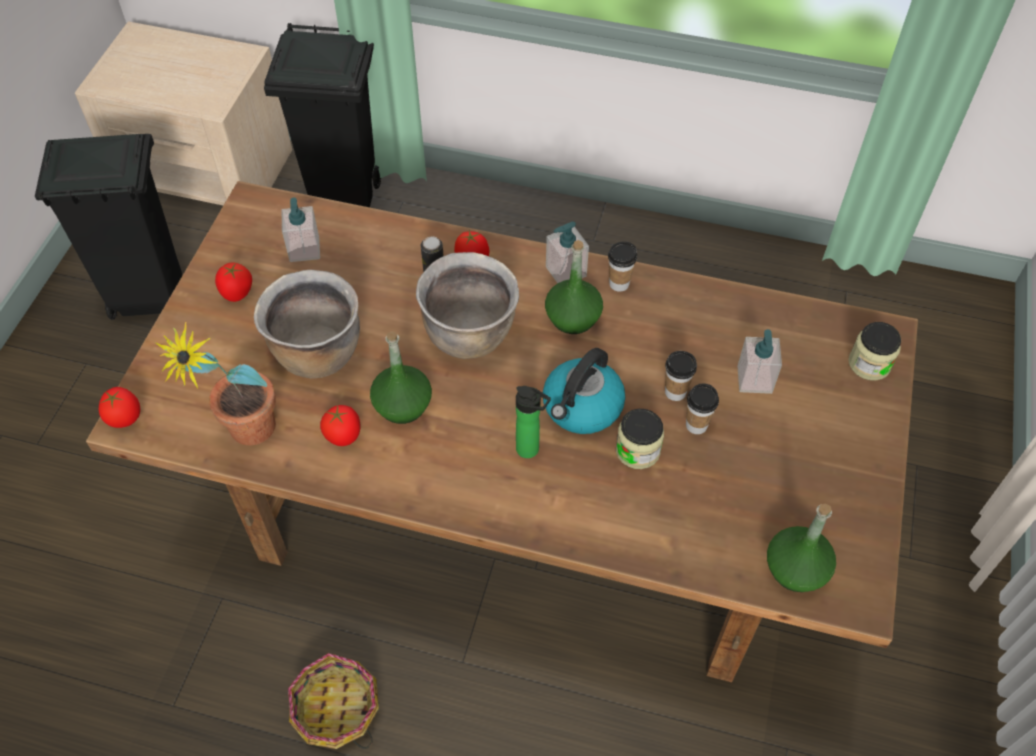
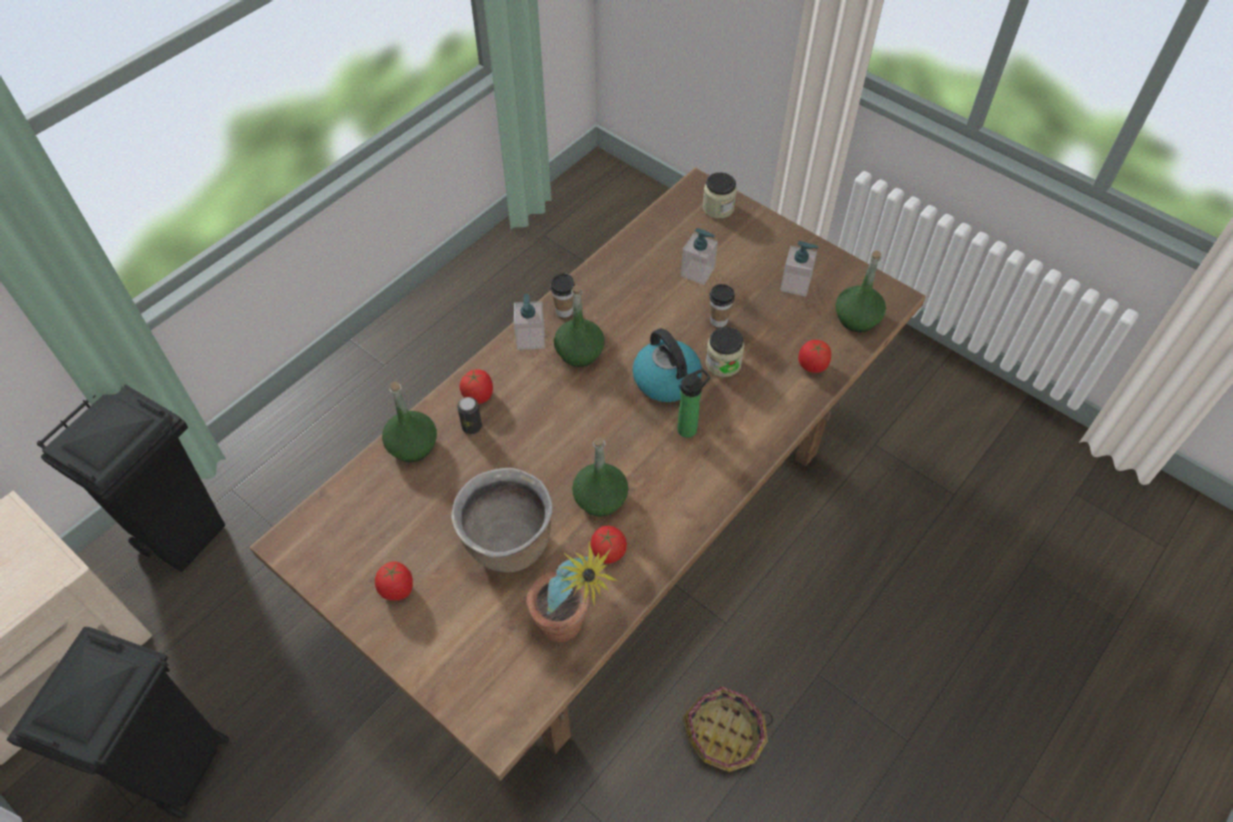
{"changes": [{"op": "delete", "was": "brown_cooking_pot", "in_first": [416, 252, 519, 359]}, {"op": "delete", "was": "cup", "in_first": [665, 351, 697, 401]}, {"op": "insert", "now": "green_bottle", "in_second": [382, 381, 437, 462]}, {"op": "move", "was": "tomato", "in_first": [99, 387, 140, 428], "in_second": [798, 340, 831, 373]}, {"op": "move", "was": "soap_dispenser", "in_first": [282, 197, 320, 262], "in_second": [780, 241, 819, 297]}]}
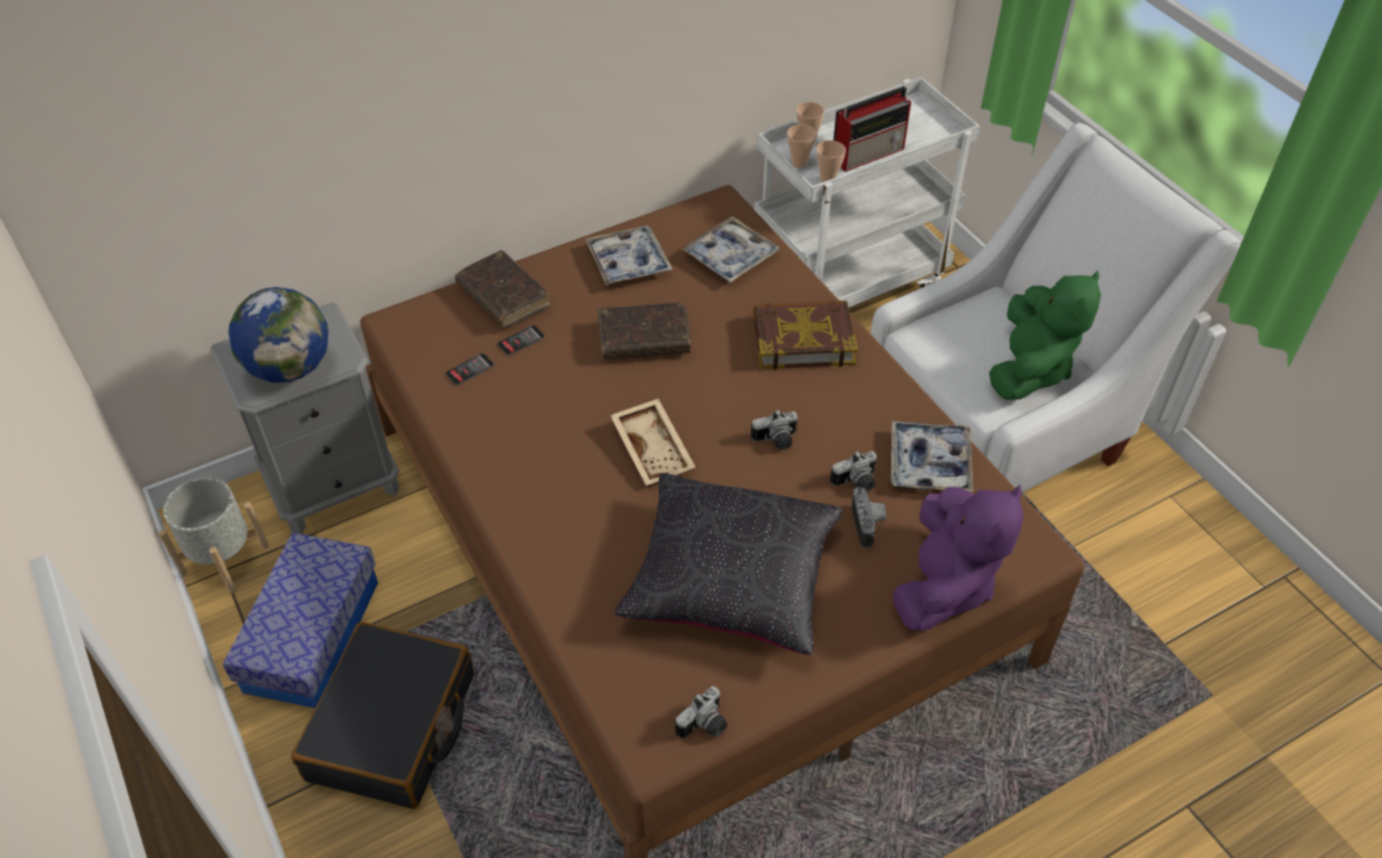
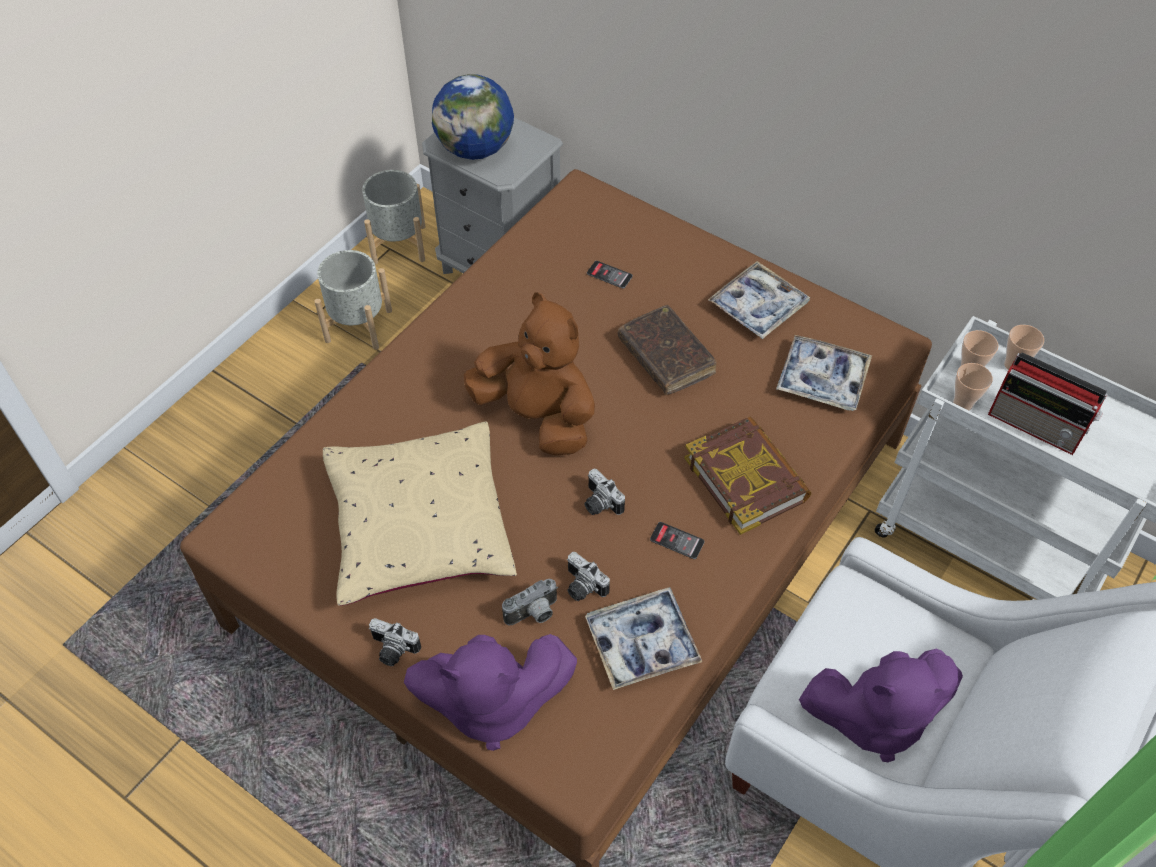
{"changes": [{"op": "delete", "was": "black_suitcase", "in_first": [291, 622, 474, 809]}, {"op": "delete", "was": "brown_book", "in_first": [455, 250, 551, 328]}, {"op": "move", "was": "phone", "in_first": [445, 353, 494, 386], "in_second": [650, 522, 705, 559]}, {"op": "move", "was": "photo_camera", "in_first": [675, 686, 727, 739], "in_second": [369, 618, 421, 666]}, {"op": "replace", "was": "storage_box", "now": "grey_planter", "in_first": [223, 533, 378, 708], "in_second": [314, 250, 392, 350]}, {"op": "replace", "was": "beige_tray", "now": "brown_plush_toy", "in_first": [610, 398, 695, 486], "in_second": [464, 292, 595, 456]}, {"op": "recolor", "was": "black_pillow", "now": "beige_pillow", "in_first": [614, 473, 843, 655], "in_second": [323, 422, 517, 606]}, {"op": "recolor", "was": "green_plush_toy", "now": "purple_plush_toy", "in_first": [989, 270, 1101, 400], "in_second": [799, 649, 963, 762]}]}
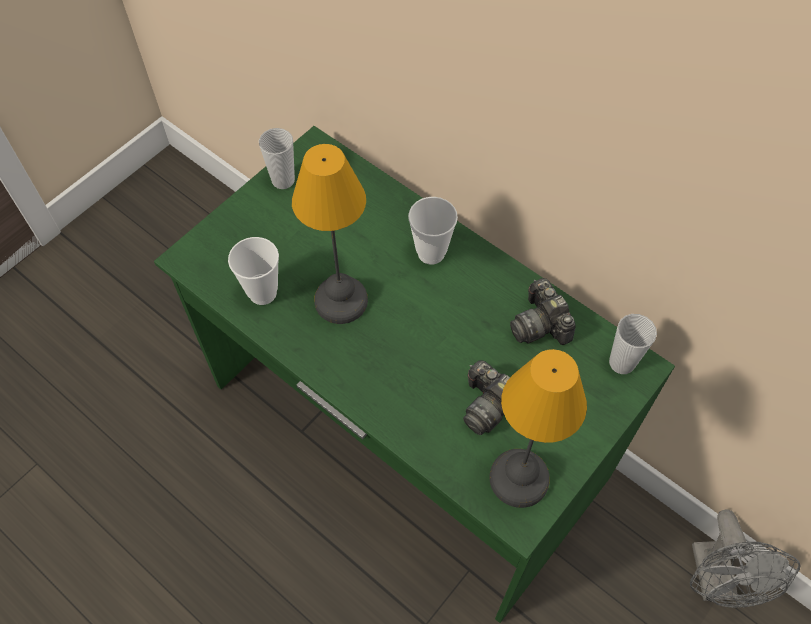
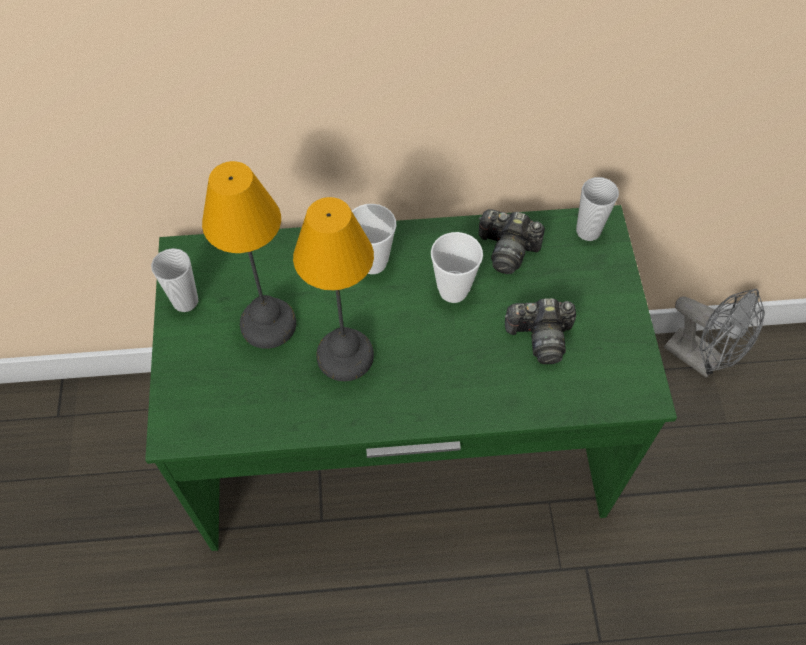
{"changes": [{"op": "move", "was": "cup", "in_first": [228, 237, 279, 305], "in_second": [431, 232, 483, 303]}, {"op": "move", "was": "table_lamp", "in_first": [489, 349, 587, 508], "in_second": [202, 161, 296, 349]}]}
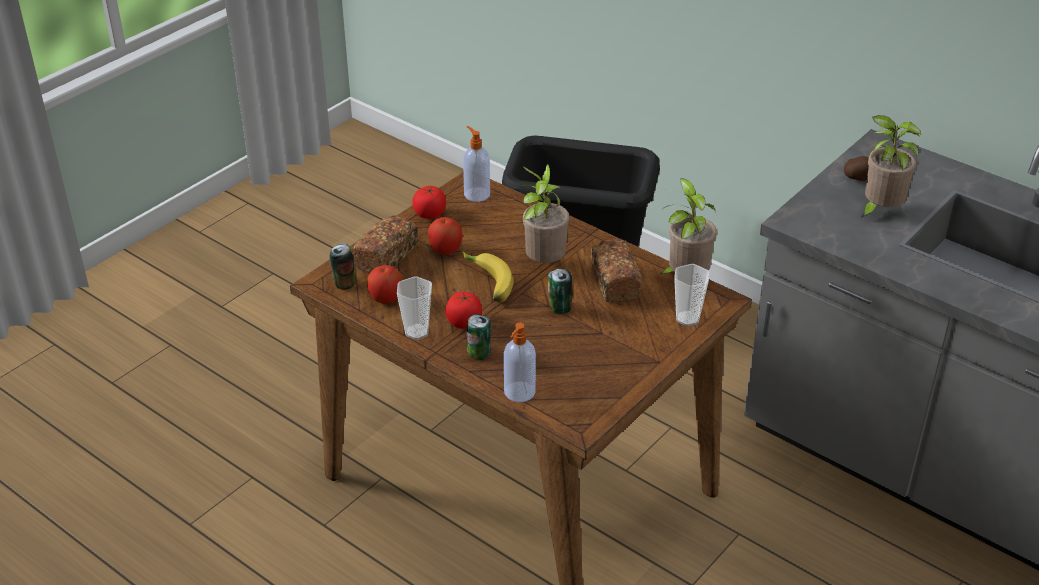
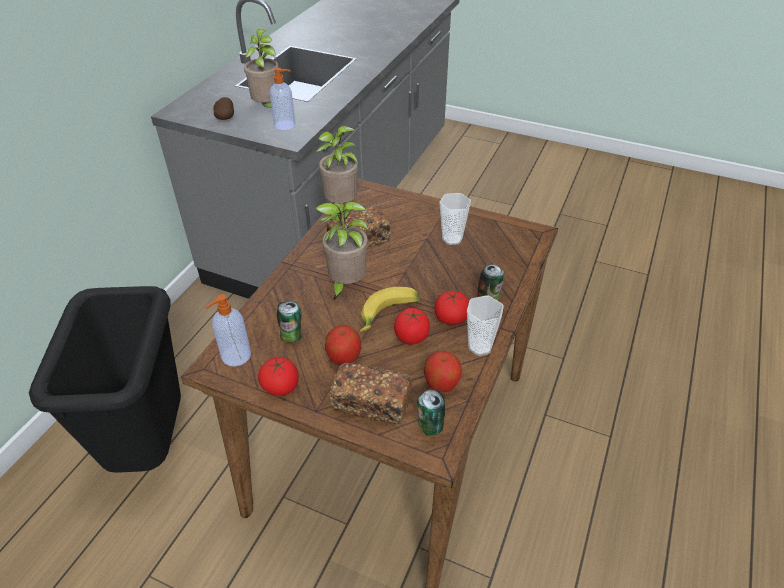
{"changes": [{"op": "insert", "now": "tomato", "in_second": [394, 308, 430, 345]}, {"op": "move", "was": "soap_dispenser", "in_first": [504, 323, 536, 402], "in_second": [270, 68, 295, 130]}, {"op": "move", "was": "can", "in_first": [548, 269, 573, 314], "in_second": [277, 301, 302, 343]}, {"op": "move", "was": "cup", "in_first": [674, 264, 709, 326], "in_second": [439, 193, 471, 245]}]}
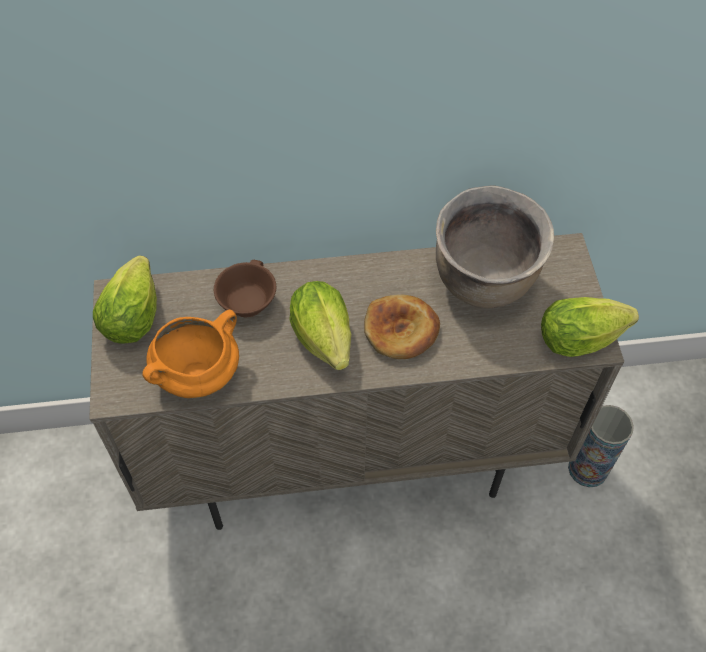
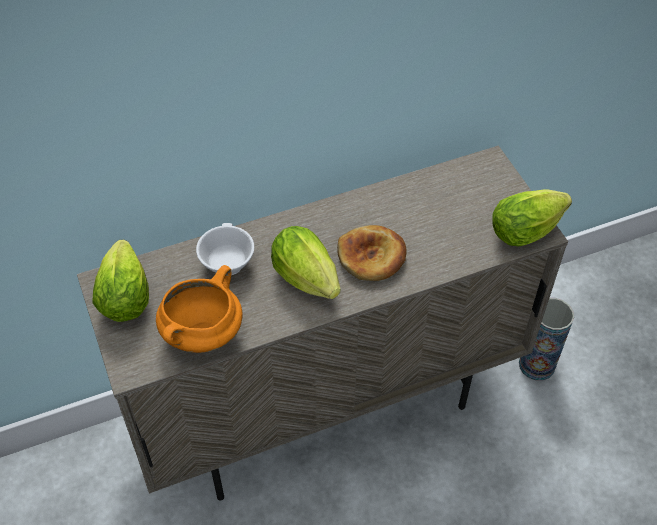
{"changes": [{"op": "delete", "was": "brown_cooking_pot", "in_first": [436, 186, 554, 309]}, {"op": "recolor", "was": "brown_cup", "now": "white_cup", "in_first": [214, 260, 276, 318], "in_second": [196, 223, 254, 275]}]}
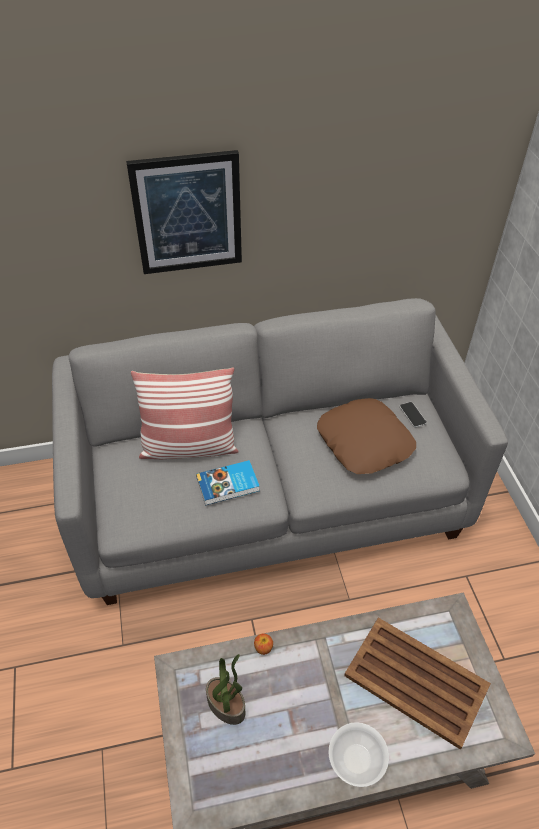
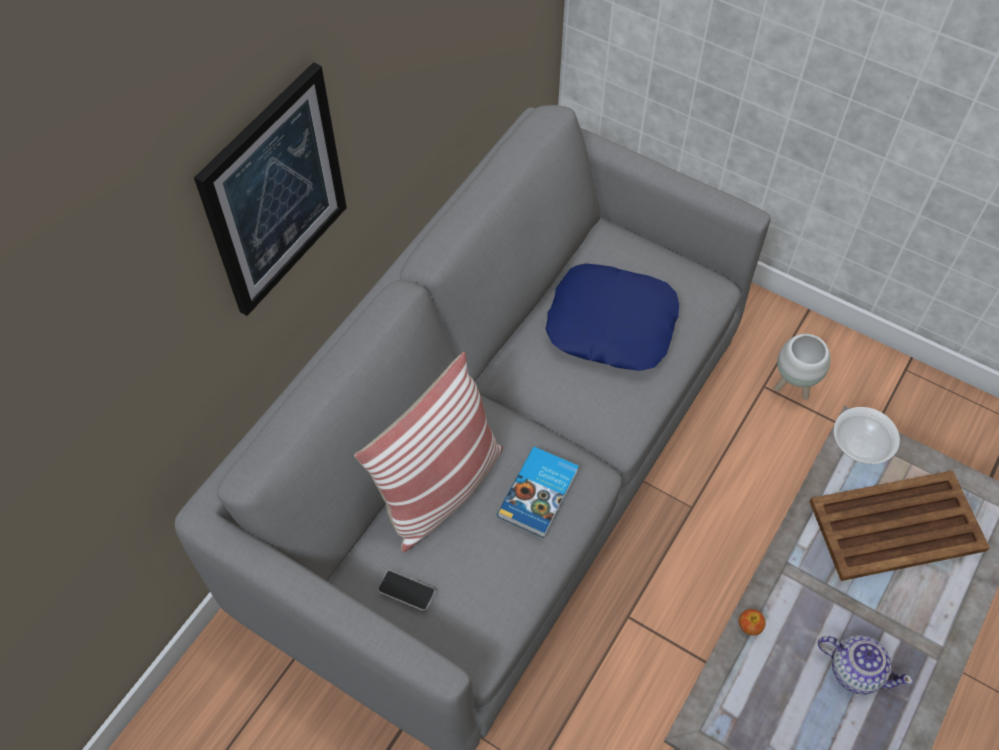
{"changes": [{"op": "delete", "was": "potted_plant", "in_first": [206, 654, 245, 725]}, {"op": "insert", "now": "white_planter", "in_second": [774, 334, 831, 400]}, {"op": "insert", "now": "teapot", "in_second": [818, 635, 913, 695]}, {"op": "move", "was": "bowl", "in_first": [328, 722, 389, 787], "in_second": [834, 407, 900, 464]}, {"op": "move", "was": "phone", "in_first": [399, 402, 427, 428], "in_second": [378, 570, 435, 611]}, {"op": "recolor", "was": "brown_pillow", "now": "blue_pillow", "in_first": [317, 398, 416, 474], "in_second": [545, 263, 679, 371]}]}
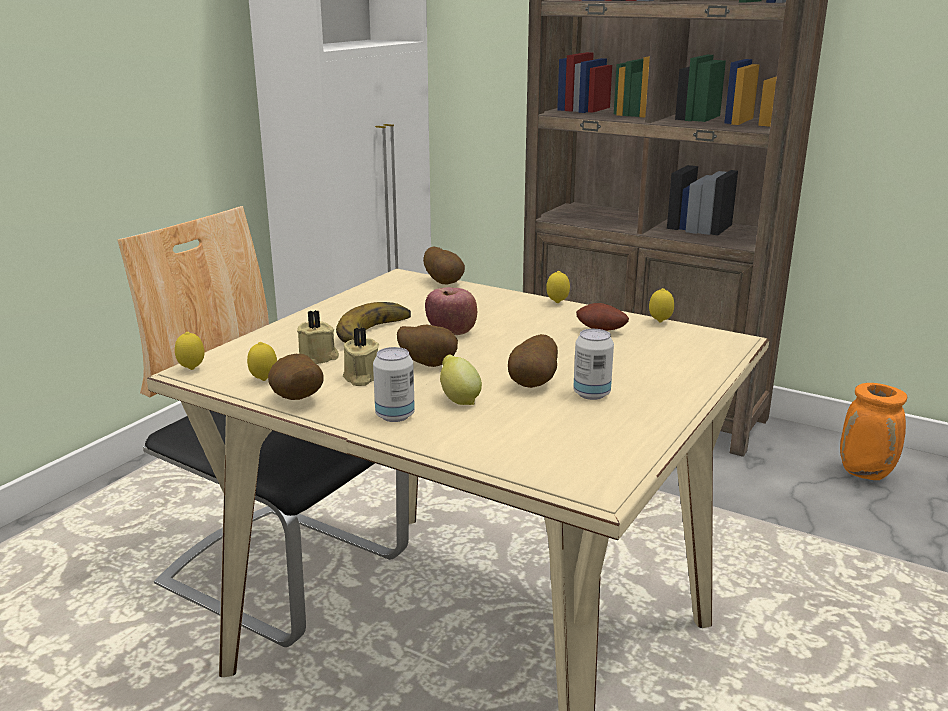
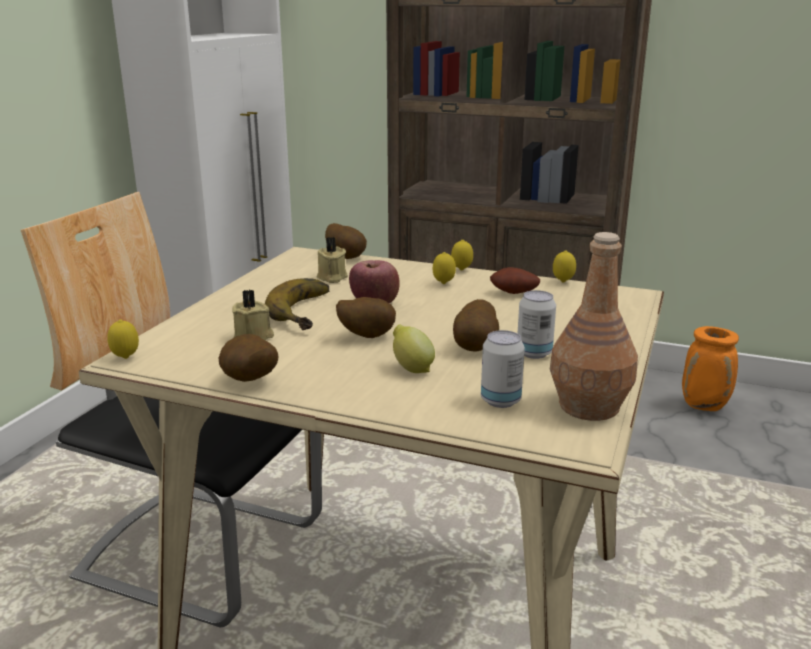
{"changes": [{"op": "insert", "now": "brown_bottle", "in_second": [550, 232, 638, 421]}, {"op": "move", "was": "lemon", "in_first": [247, 342, 277, 381], "in_second": [433, 252, 456, 284]}, {"op": "move", "was": "beige_candle", "in_first": [343, 327, 380, 386], "in_second": [316, 237, 348, 283]}, {"op": "move", "was": "can", "in_first": [373, 347, 415, 422], "in_second": [481, 330, 525, 408]}]}
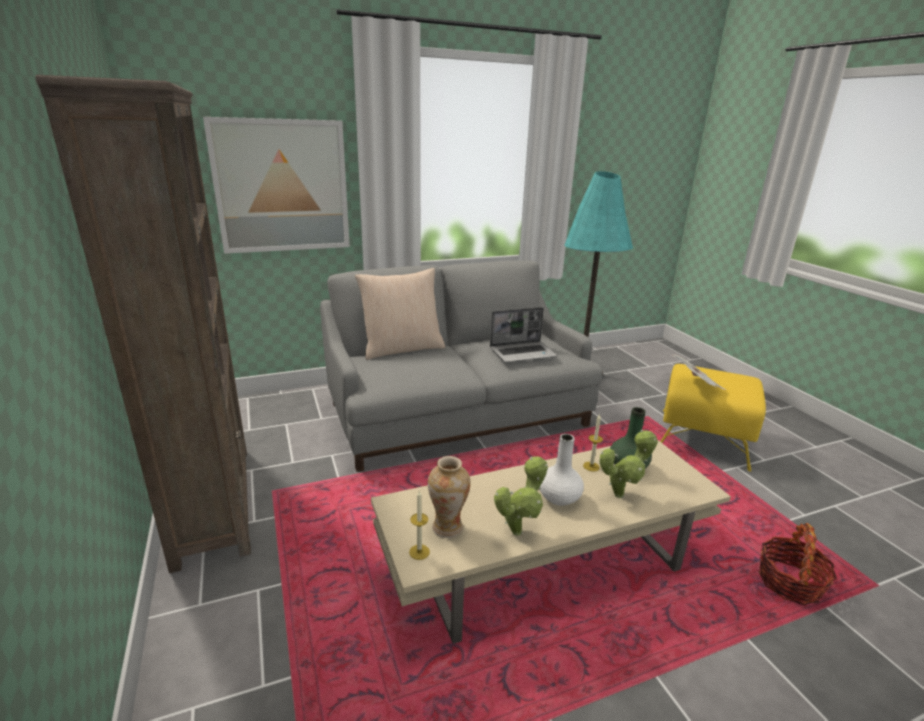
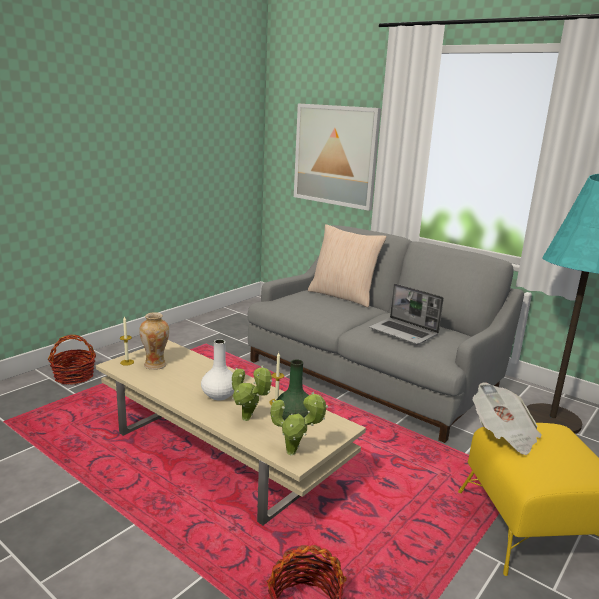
{"changes": [{"op": "delete", "was": "brown_bookcase", "in_first": [35, 75, 251, 573]}, {"op": "insert", "now": "basket", "in_second": [48, 335, 96, 385]}, {"op": "move", "was": "potted_plant", "in_first": [494, 456, 548, 536], "in_second": [270, 392, 328, 456]}]}
